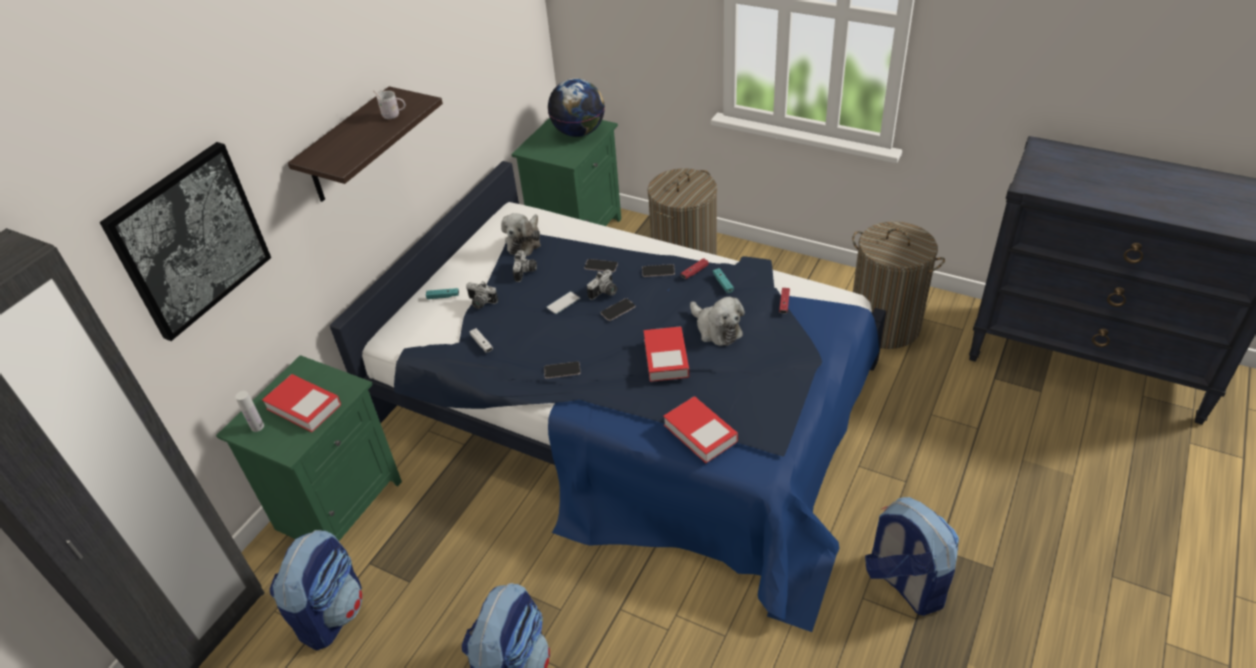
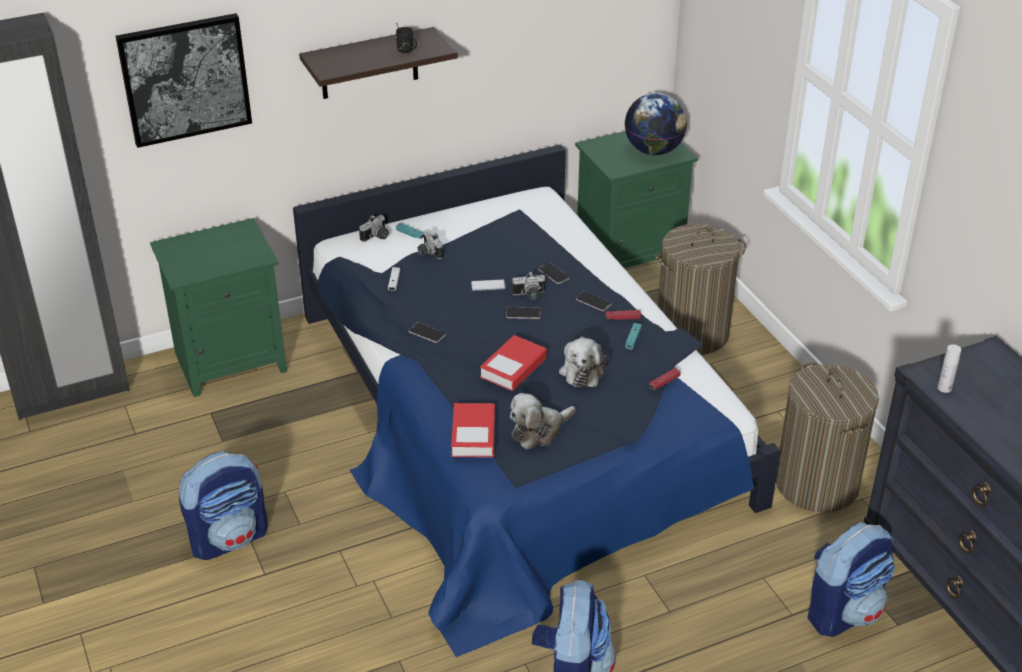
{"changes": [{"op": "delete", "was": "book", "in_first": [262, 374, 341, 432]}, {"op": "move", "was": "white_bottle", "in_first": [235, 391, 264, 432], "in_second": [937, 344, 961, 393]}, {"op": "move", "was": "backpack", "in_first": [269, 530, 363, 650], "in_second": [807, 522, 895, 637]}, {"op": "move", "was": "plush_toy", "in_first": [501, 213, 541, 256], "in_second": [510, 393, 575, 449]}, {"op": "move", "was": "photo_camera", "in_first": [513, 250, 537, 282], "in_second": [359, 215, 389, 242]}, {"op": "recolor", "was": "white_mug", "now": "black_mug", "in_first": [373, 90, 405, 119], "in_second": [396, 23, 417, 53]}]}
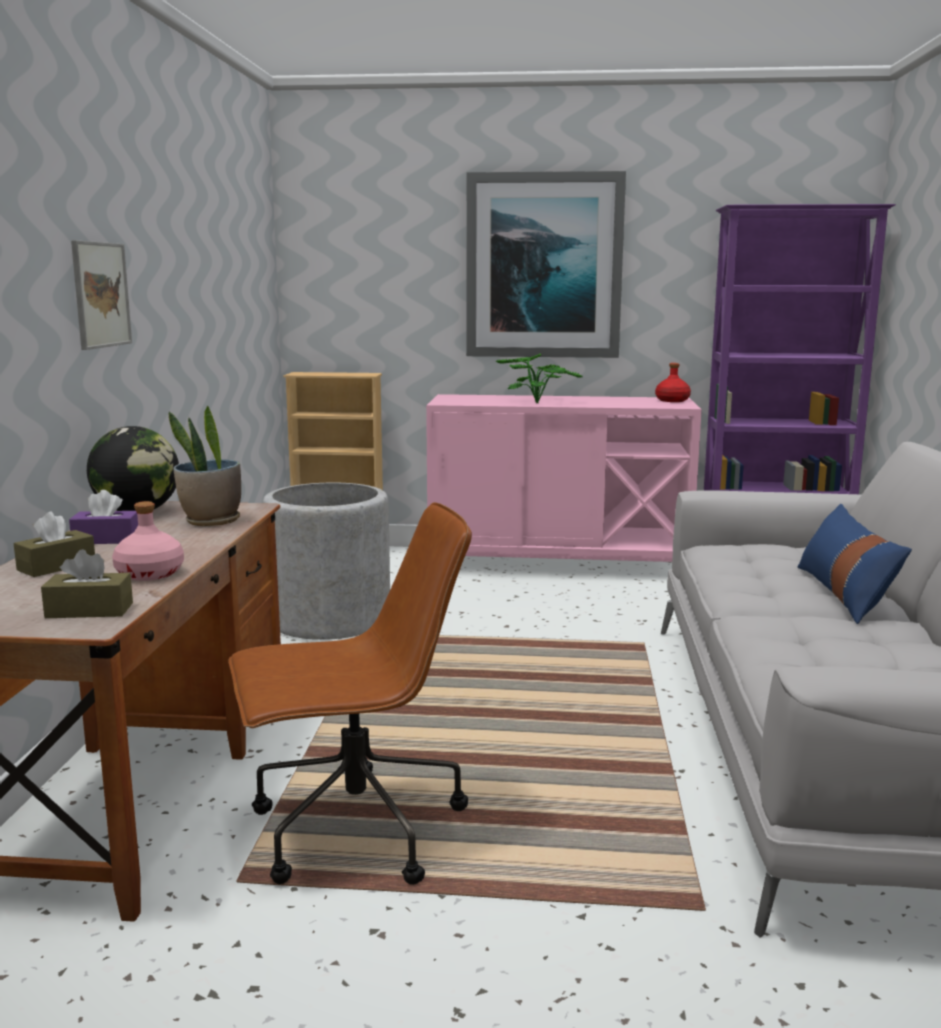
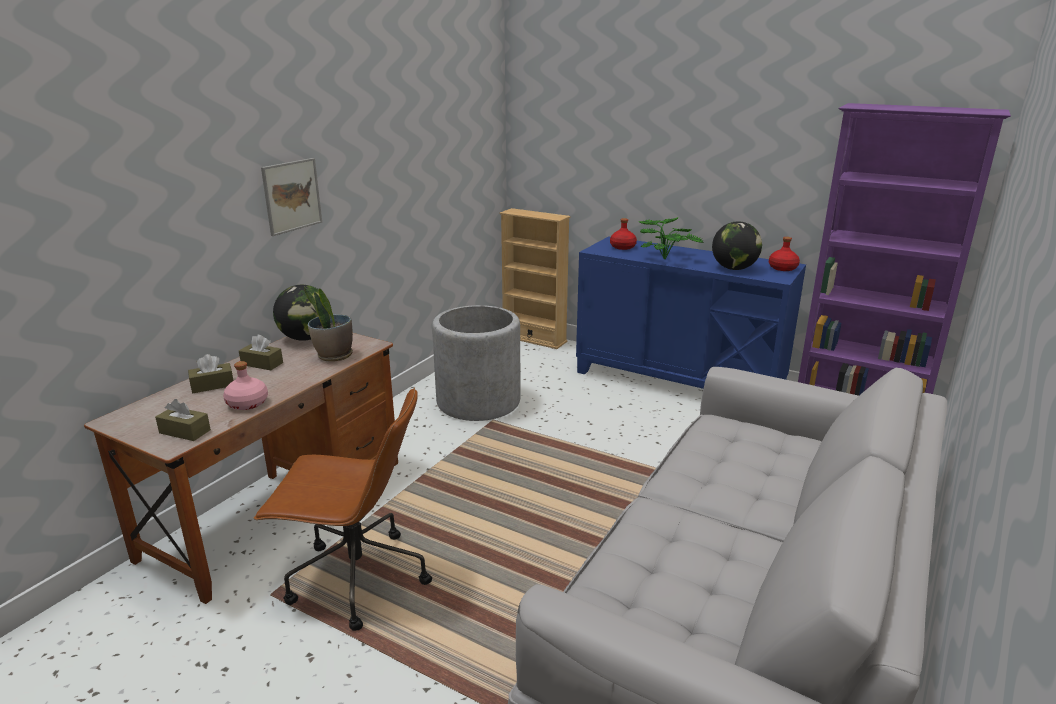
{"changes": [{"op": "delete", "was": "picture", "in_first": [466, 171, 626, 358]}, {"op": "delete", "was": "blue_pillow", "in_first": [798, 504, 912, 624]}, {"op": "insert", "now": "red_bottle", "in_second": [610, 218, 637, 250]}, {"op": "insert", "now": "globe", "in_second": [712, 221, 762, 270]}, {"op": "recolor", "was": "purple_tissue_box", "now": "brown_tissue_box", "in_first": [69, 490, 138, 544], "in_second": [239, 335, 283, 370]}, {"op": "recolor", "was": "pink_cabinet", "now": "blue_cabinet", "in_first": [426, 394, 702, 562], "in_second": [576, 237, 806, 389]}]}
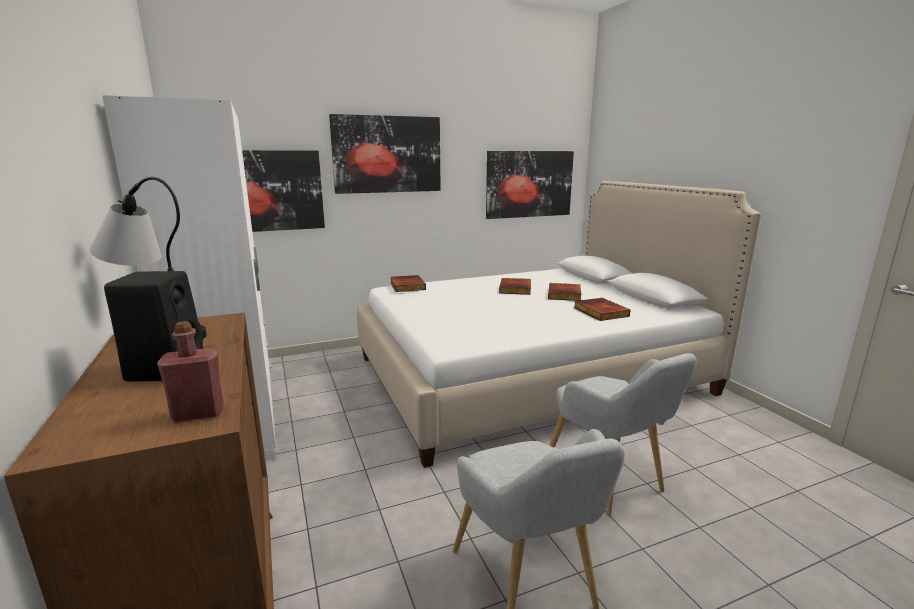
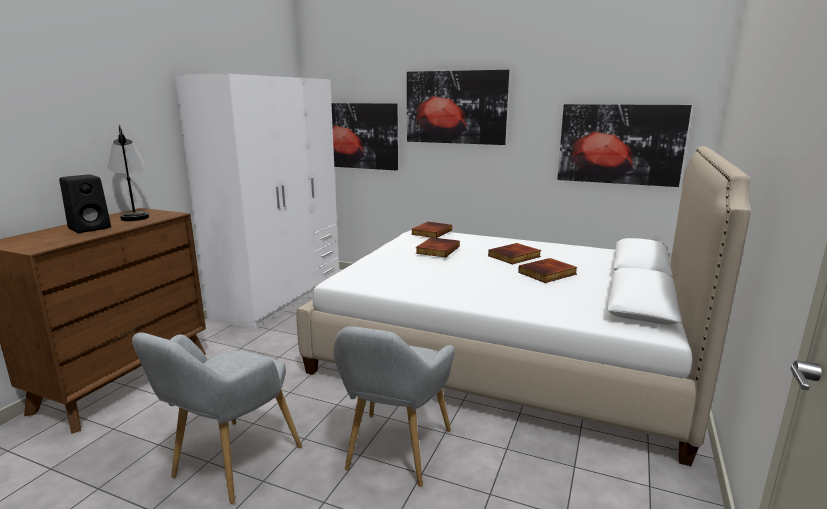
{"changes": [{"op": "delete", "was": "red_bottle", "in_first": [157, 321, 224, 422]}, {"op": "move", "was": "book", "in_first": [574, 298, 630, 321], "in_second": [416, 237, 460, 257]}]}
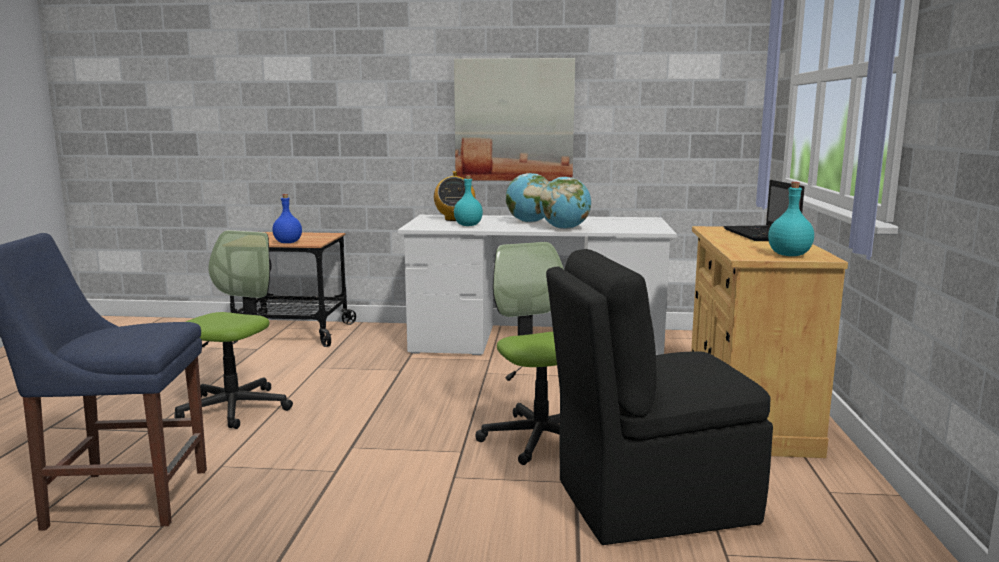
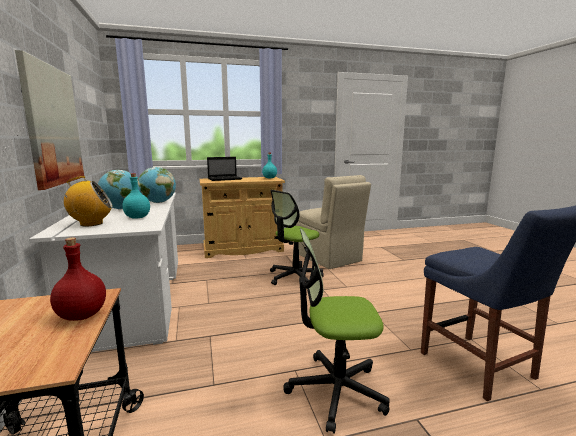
{"changes": [{"op": "recolor", "was": "blue_bottle", "now": "red_bottle", "in_first": [272, 194, 302, 243], "in_second": [50, 237, 106, 321]}, {"op": "recolor", "was": "black_chair", "now": "beige_chair", "in_first": [546, 249, 773, 545], "in_second": [295, 175, 371, 269]}]}
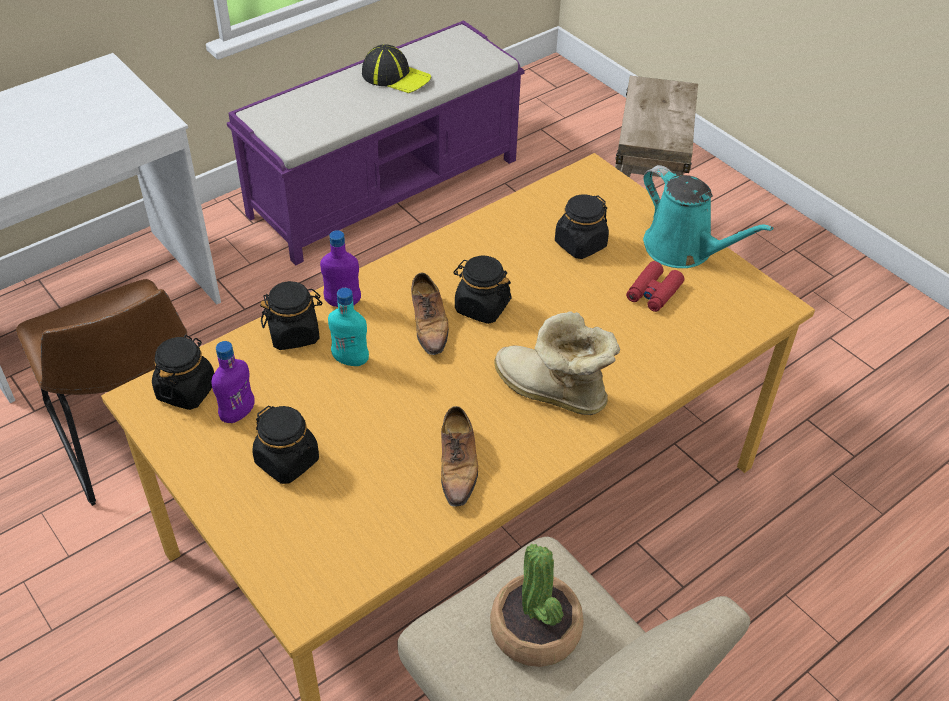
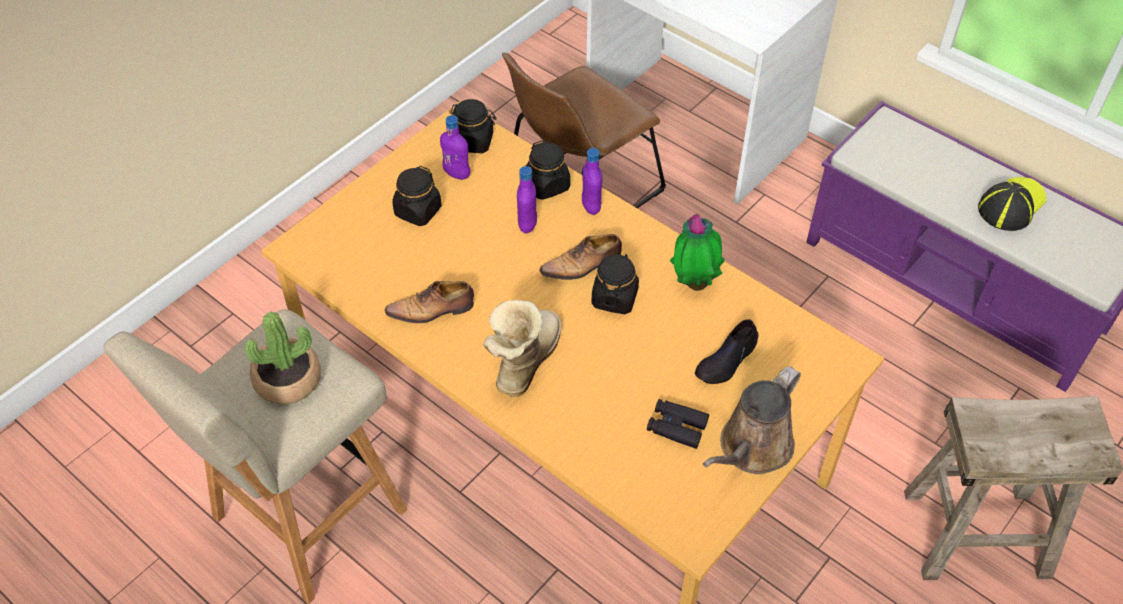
{"changes": [{"op": "insert", "now": "potted_plant", "in_second": [670, 214, 725, 291]}, {"op": "replace", "was": "black_jar", "now": "black_shoe", "in_first": [555, 195, 609, 259], "in_second": [695, 319, 758, 384]}, {"op": "recolor", "was": "turquoise_bottle", "now": "purple_bottle", "in_first": [328, 288, 369, 366], "in_second": [517, 166, 537, 233]}, {"op": "recolor", "was": "red_binoculars", "now": "black_binoculars", "in_first": [626, 261, 684, 312], "in_second": [647, 399, 709, 449]}, {"op": "recolor", "was": "turquoise_watering_can", "now": "brown_watering_can", "in_first": [643, 165, 774, 268], "in_second": [703, 366, 801, 474]}, {"op": "rotate", "was": "cap", "in_first": [362, 44, 431, 93], "in_second": [978, 177, 1046, 231], "clockwise": -150}]}
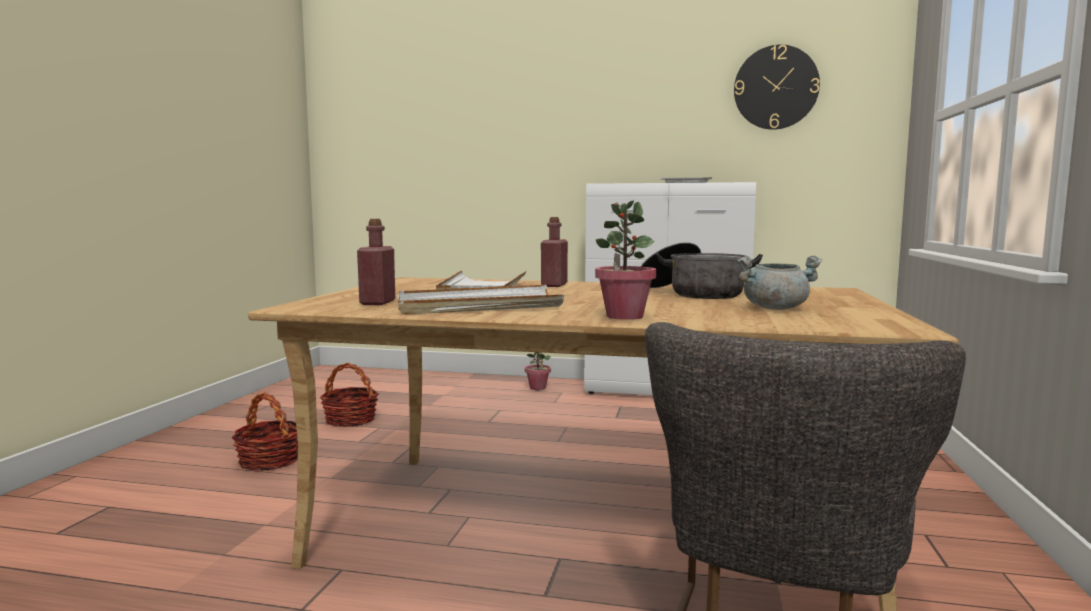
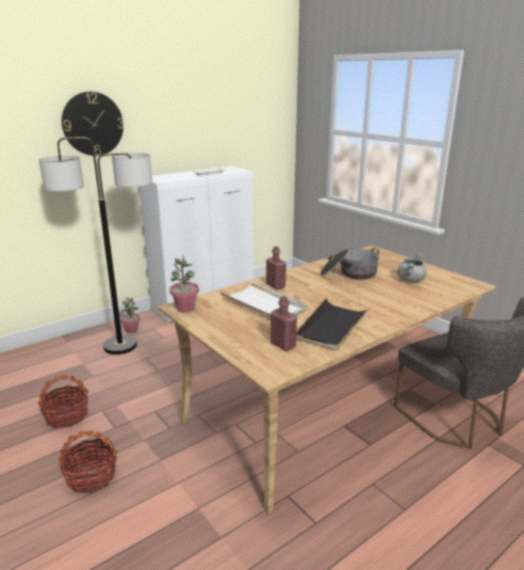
{"changes": [{"op": "insert", "now": "floor_lamp", "in_second": [39, 137, 152, 355]}, {"op": "move", "was": "potted_plant", "in_first": [595, 200, 656, 320], "in_second": [170, 254, 199, 313]}, {"op": "move", "was": "wall_clock", "in_first": [734, 45, 820, 130], "in_second": [62, 91, 124, 156]}, {"op": "recolor", "was": "white_tray", "now": "black_tray", "in_first": [398, 285, 564, 315], "in_second": [296, 298, 370, 351]}]}
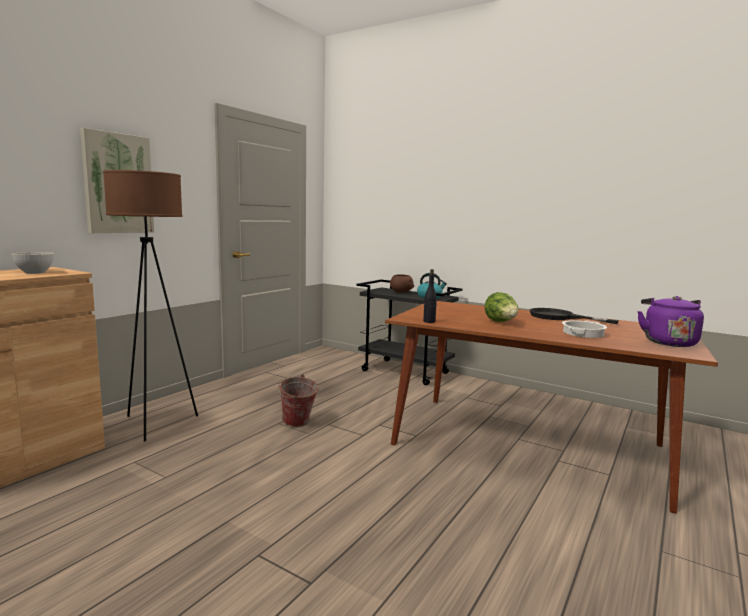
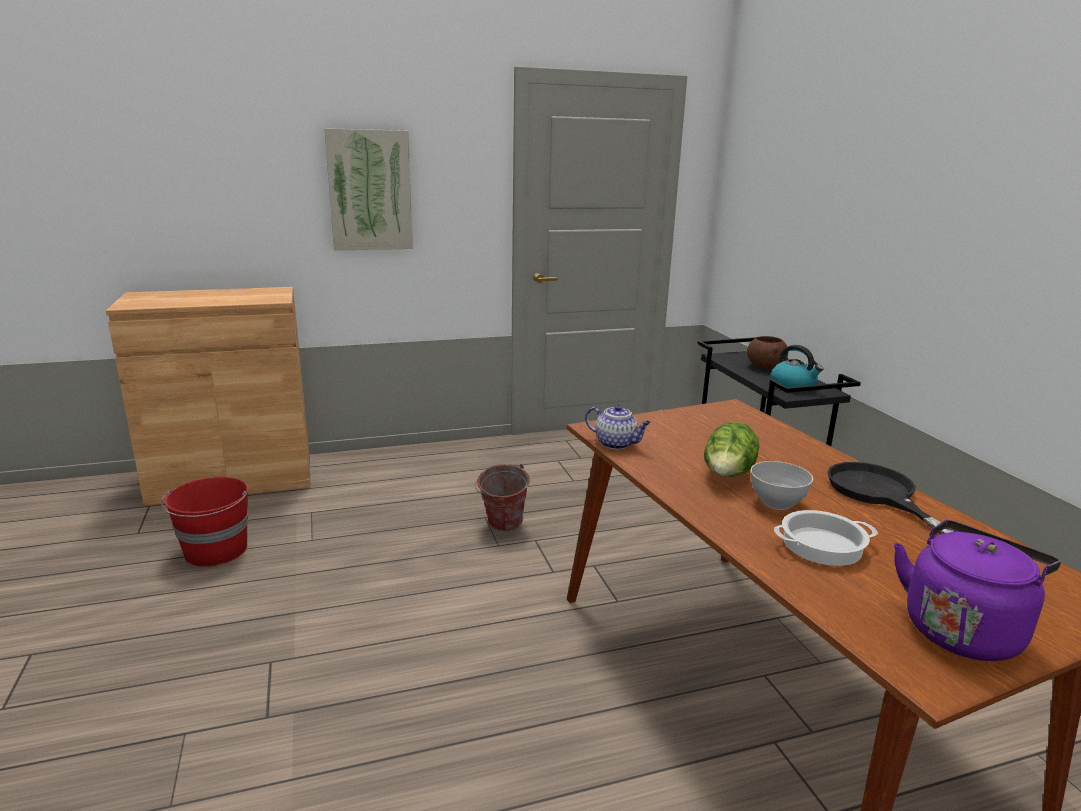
{"changes": [{"op": "delete", "was": "brown_floor_lamp", "in_first": [103, 170, 198, 441]}, {"op": "insert", "now": "red_bucket", "in_second": [161, 477, 249, 567]}, {"op": "move", "was": "grey_bowl", "in_first": [12, 252, 54, 274], "in_second": [751, 461, 813, 510]}, {"op": "replace", "was": "black_bottle", "now": "teapot", "in_first": [423, 269, 437, 323], "in_second": [585, 405, 651, 449]}]}
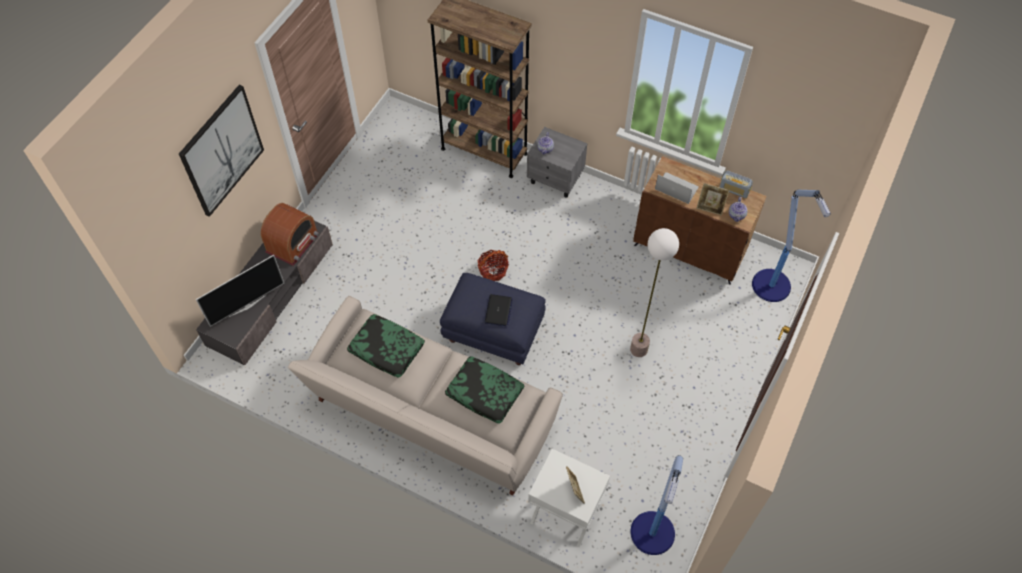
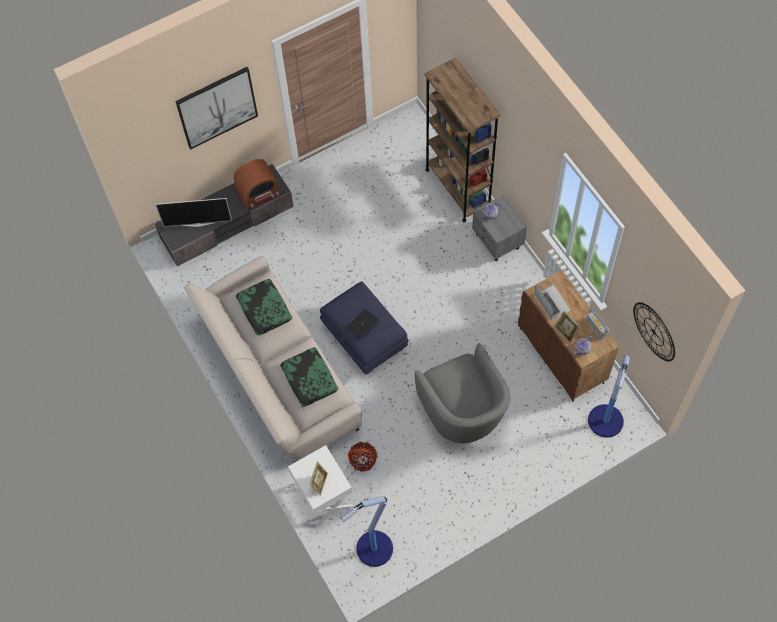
{"changes": [{"op": "insert", "now": "wall_clock", "in_second": [633, 302, 675, 362]}, {"op": "move", "was": "basket", "in_first": [477, 250, 509, 281], "in_second": [348, 442, 378, 472]}, {"op": "replace", "was": "floor_lamp", "now": "grey_armchair", "in_first": [630, 228, 679, 357], "in_second": [415, 343, 510, 443]}]}
